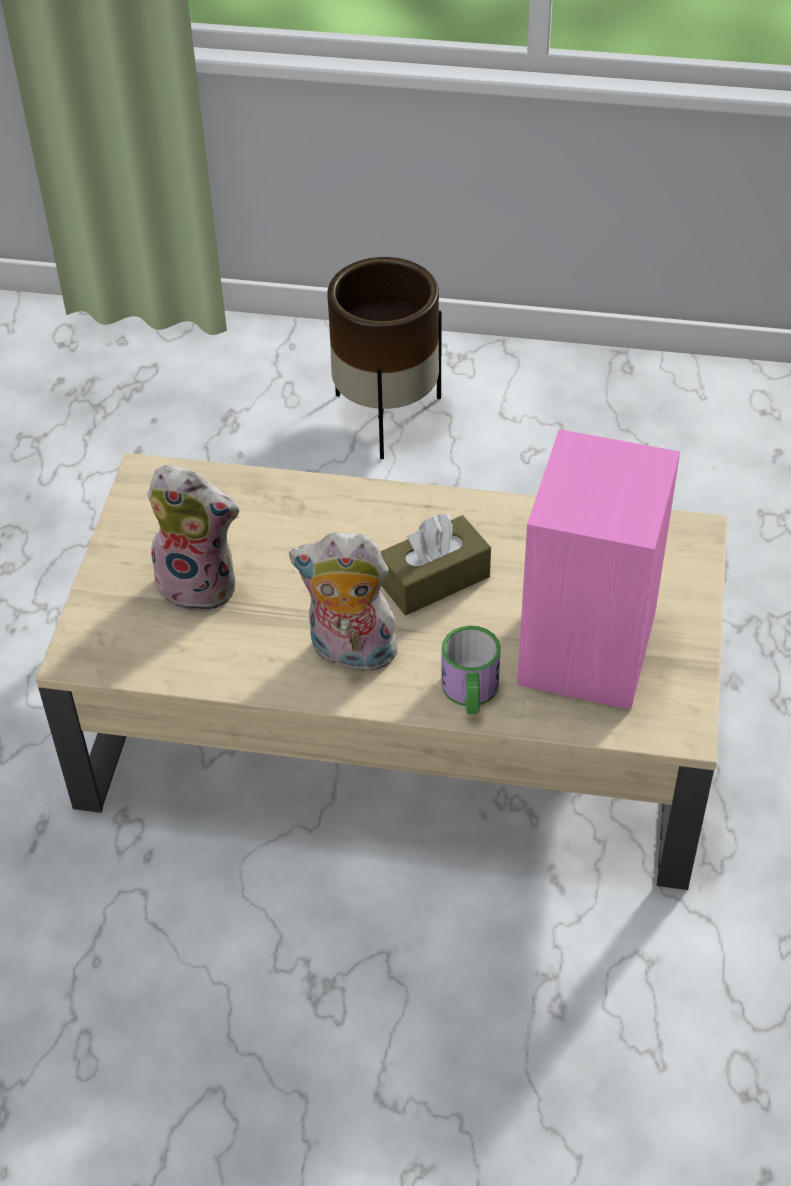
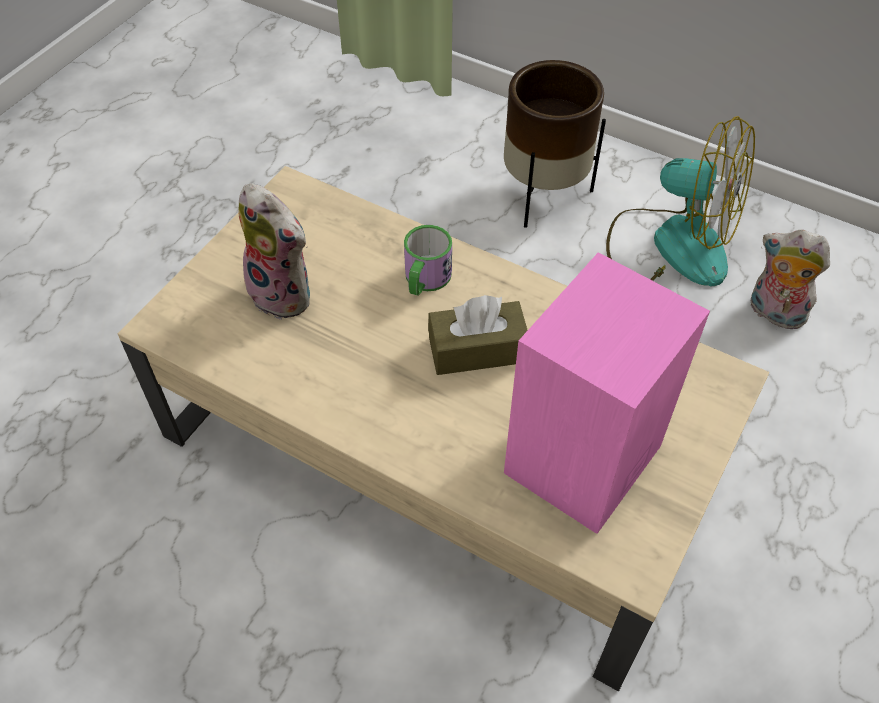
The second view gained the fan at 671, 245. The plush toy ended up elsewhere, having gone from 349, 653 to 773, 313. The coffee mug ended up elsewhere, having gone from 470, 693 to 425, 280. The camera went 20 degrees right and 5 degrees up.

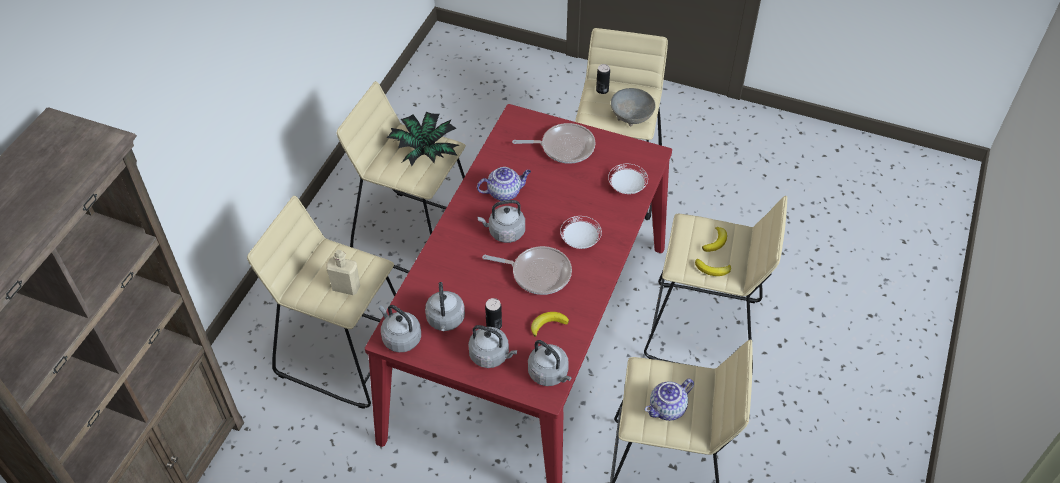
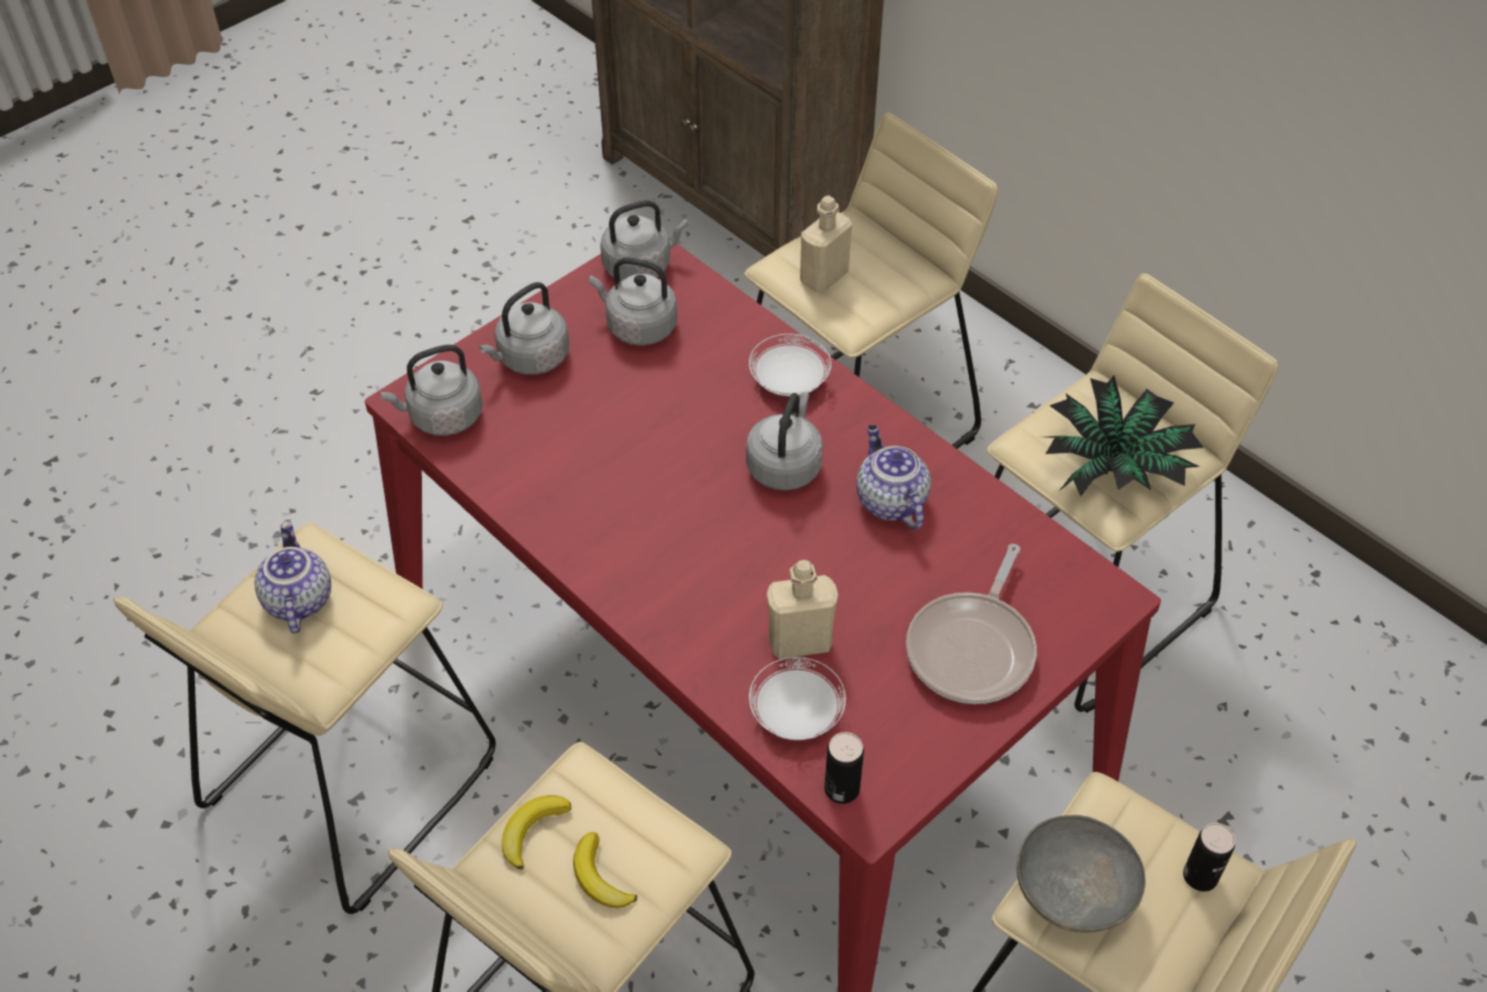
The second view lost the skillet at 537, 273. The second view lost the whole banana at 548, 324. The second view gained the sand-coloured drink bottle at 800, 642. The sealed can ended up elsewhere, having gone from 494, 325 to 842, 789. The whitish plate ended up elsewhere, having gone from 580, 240 to 788, 382. The pot for tea at 504, 192 ended up facing another way, 150 degrees clockwise from before. The camera went 115 degrees right and 0 degrees up.

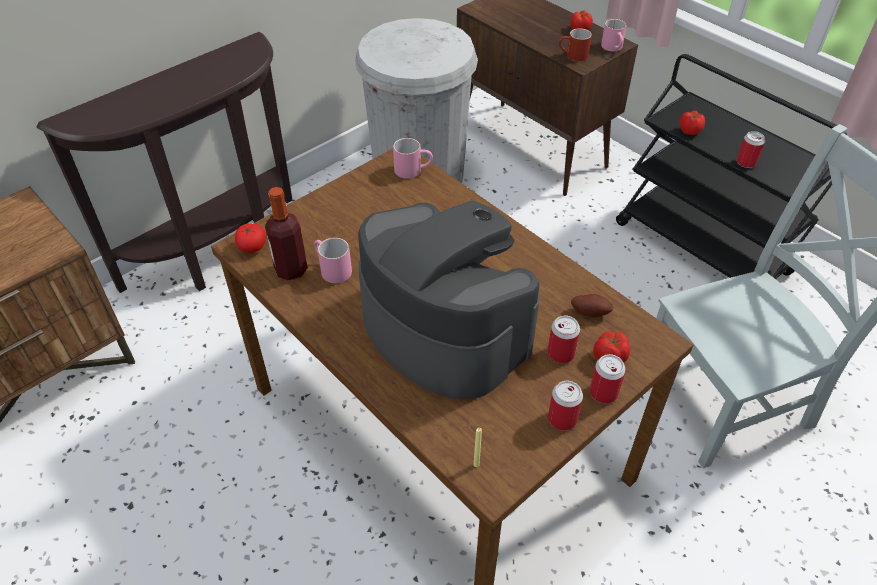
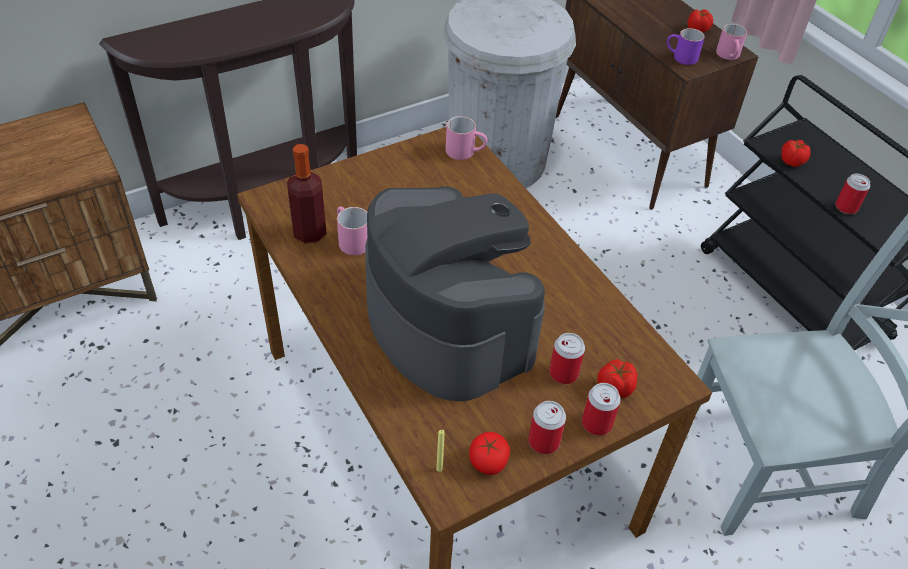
The second view lost the potato at 590, 312. The tomato ended up elsewhere, having gone from 252, 246 to 488, 461. What was the red-coloured coffee mug at 573, 56 turned into the purple coffee mug at 680, 58. The camera went 10 degrees right and 0 degrees up.

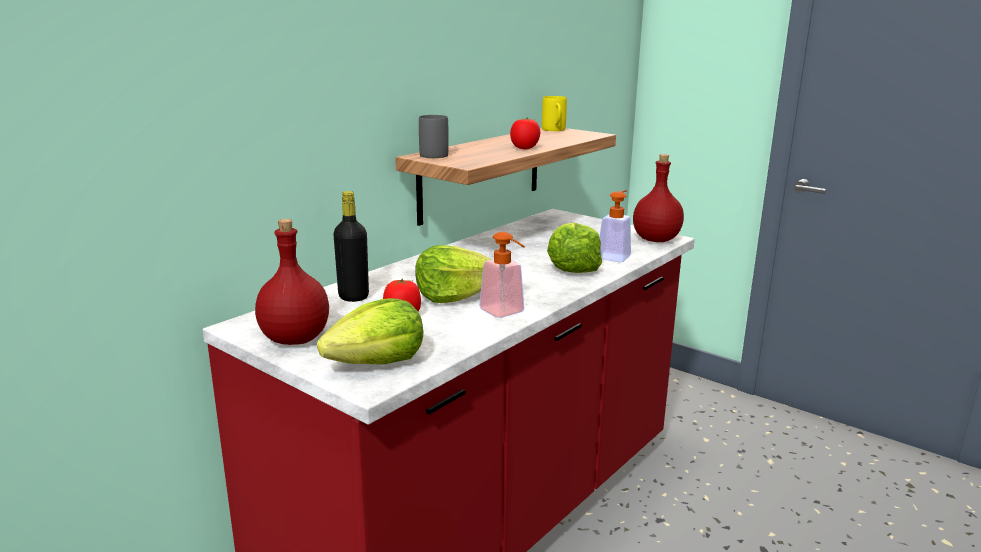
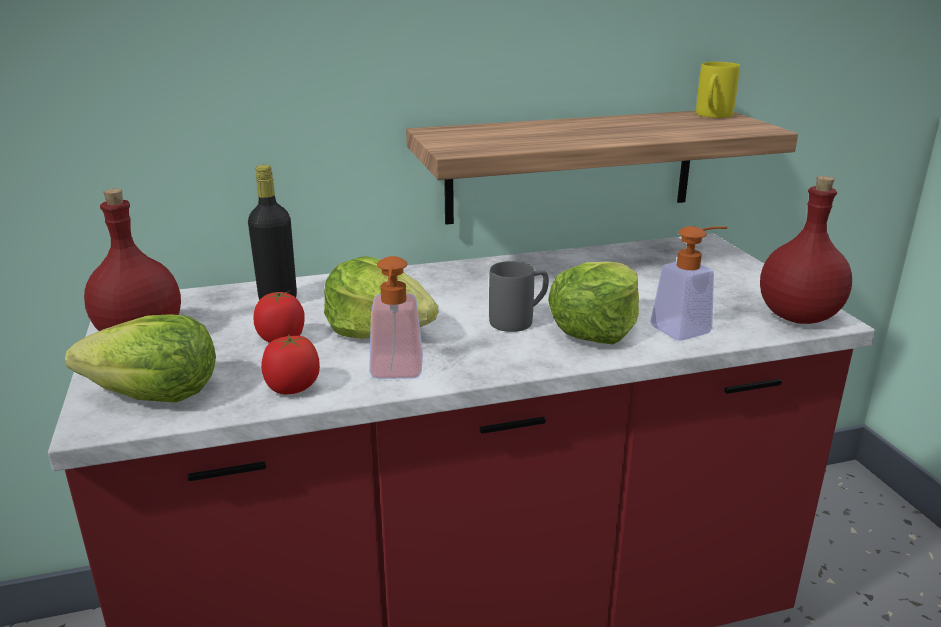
The grey coffee mug ended up elsewhere, having gone from 437, 154 to 519, 320. The tomato ended up elsewhere, having gone from 524, 148 to 292, 388. The camera went 35 degrees right and 5 degrees up.

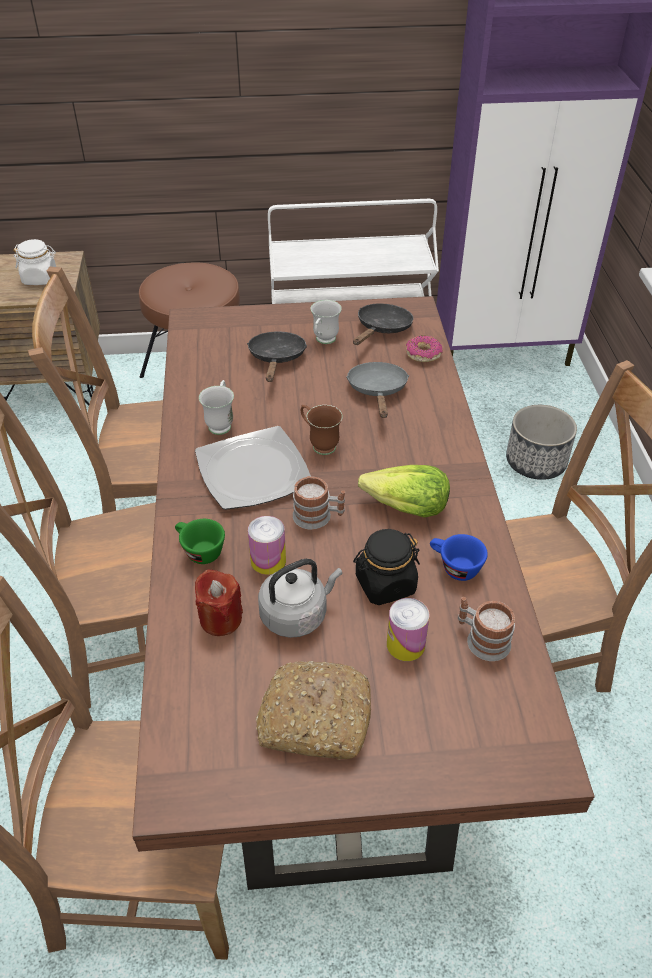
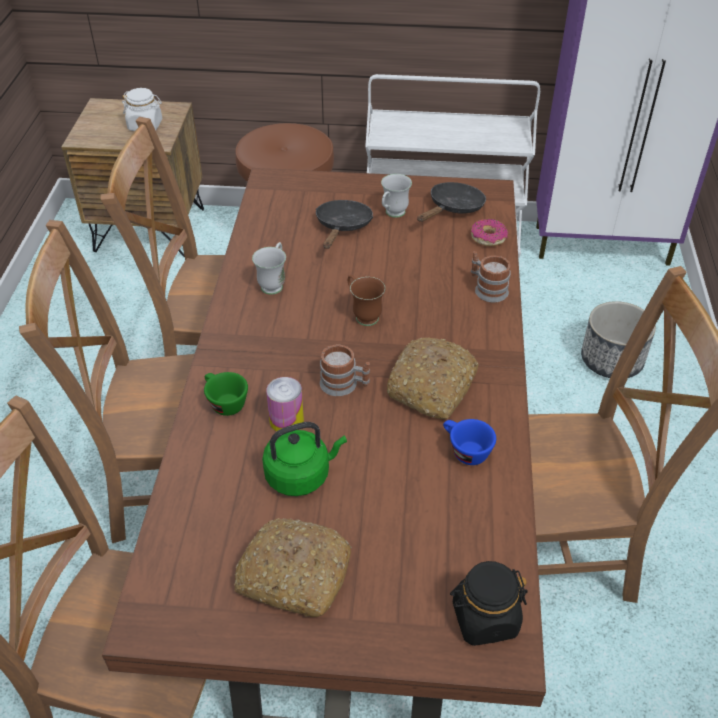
The second view lost the plate at 254, 471. The second view lost the red-coloured wax candle at 220, 619. The second view lost the grey skillet at 378, 391. The second view lost the sealed can at 405, 645. The blackish preserve jar ended up elsewhere, having gone from 385, 584 to 484, 619. The coffee mug ended up elsewhere, having gone from 482, 639 to 487, 289. Where the lettuce head stood at 406, 508, the bread came to stand at 432, 387. What was the grey tea kettle at 297, 614 turned into the greenish tea kettle at 301, 475. The camera went 10 degrees right and 0 degrees up.

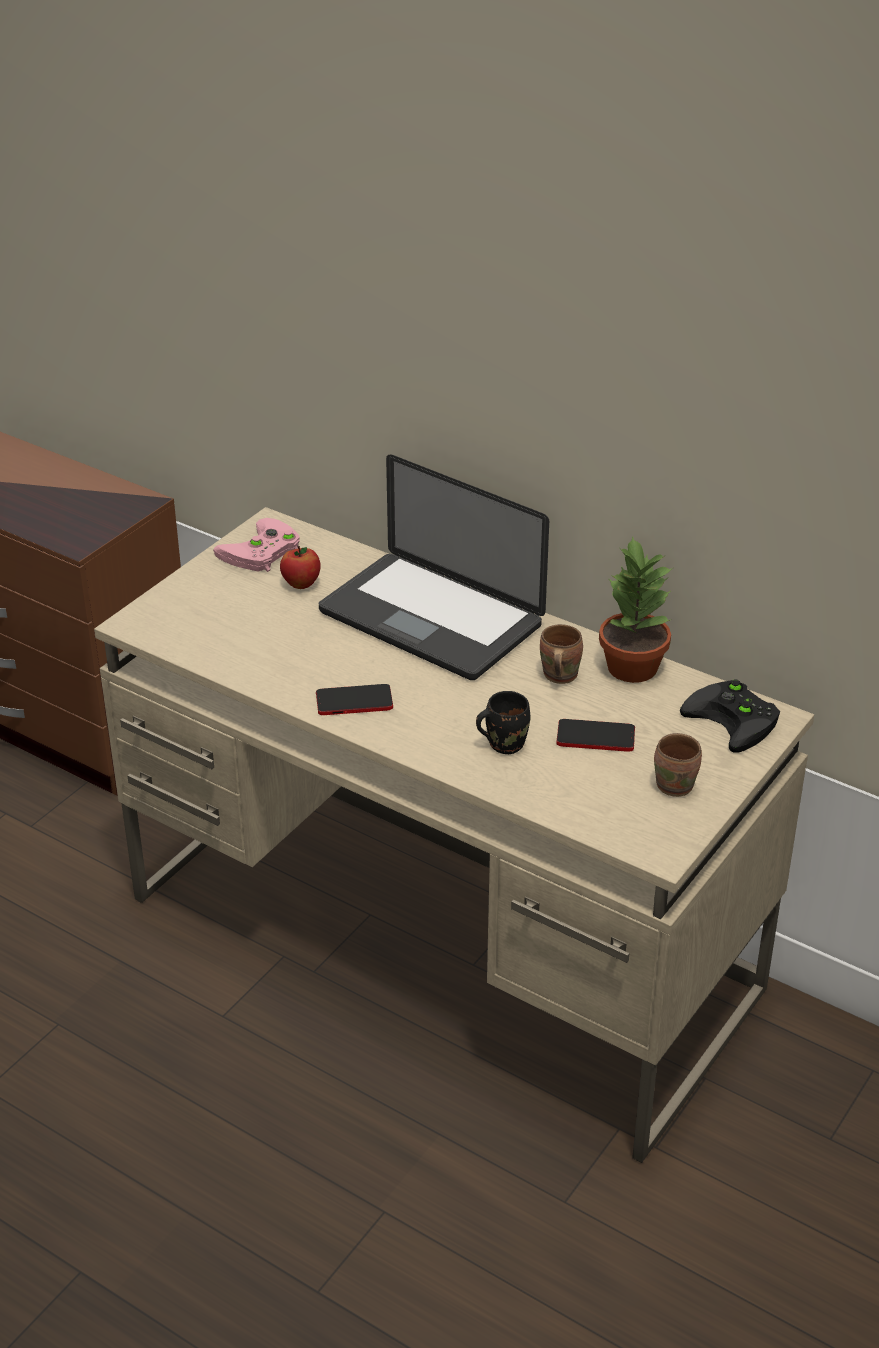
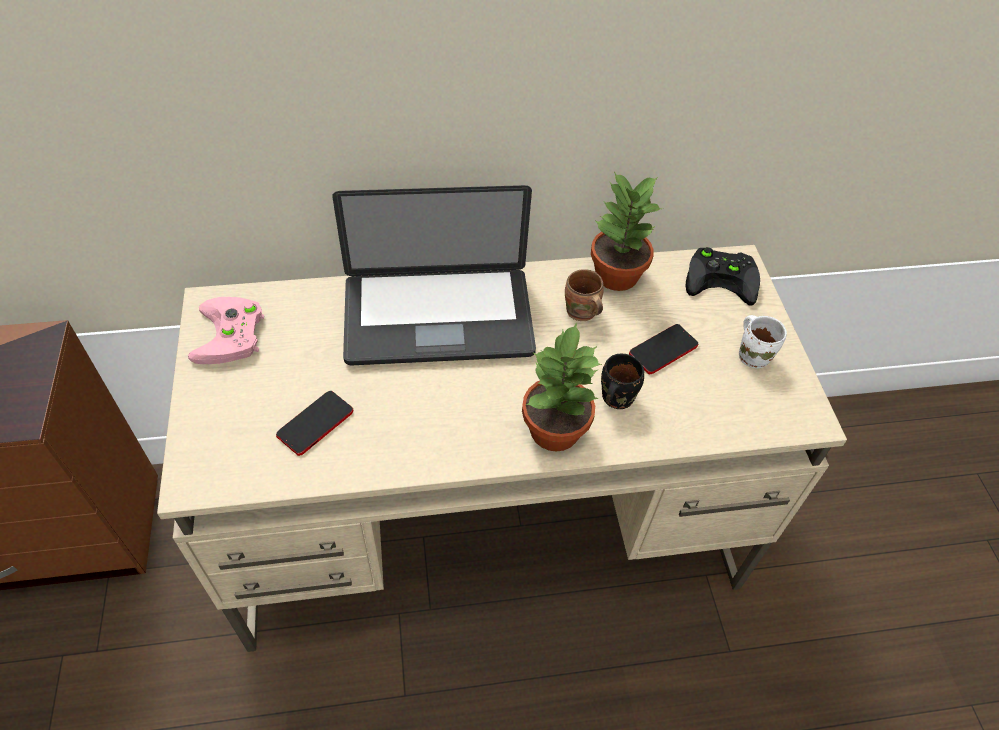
The second view lost the whole apple at 301, 584. The second view gained the houseplant at 553, 431. The telephone ended up elsewhere, having gone from 354, 701 to 315, 423. What was the brown-coloured coffee mug at 677, 785 turned into the whitish coffee mug at 754, 355. The camera went 45 degrees left and 15 degrees up.

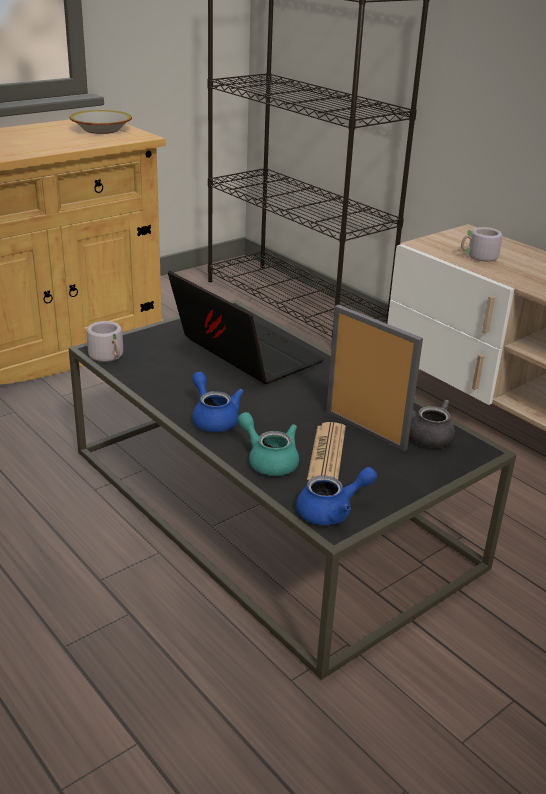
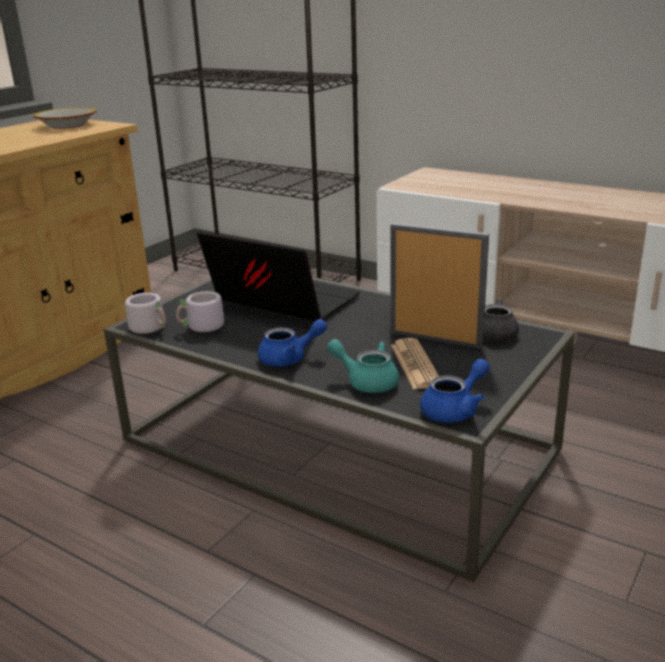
The grey coffee mug ended up elsewhere, having gone from 479, 258 to 202, 328. The bluish pot for tea at 213, 418 ended up facing another way, 120 degrees clockwise from before. The camera went 15 degrees left and 5 degrees down.

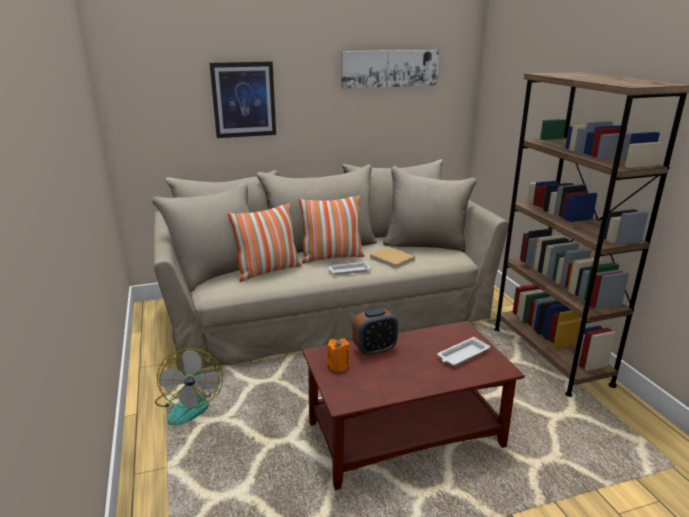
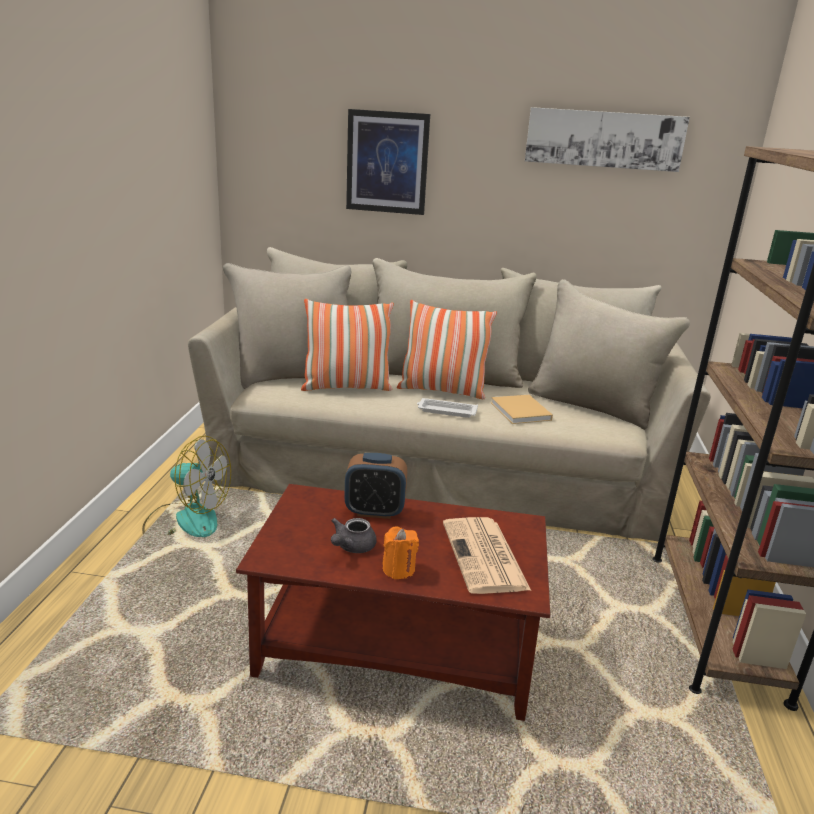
The second view gained the grey pot for tea at 351, 547. The orangey wax candle ended up elsewhere, having gone from 338, 365 to 398, 569. Where the whitish serving tray stood at 462, 355, the daily paper came to stand at 485, 556. The fan at 189, 404 ended up facing another way, 90 degrees counterclockwise from before. The camera went 25 degrees right and 0 degrees up.

